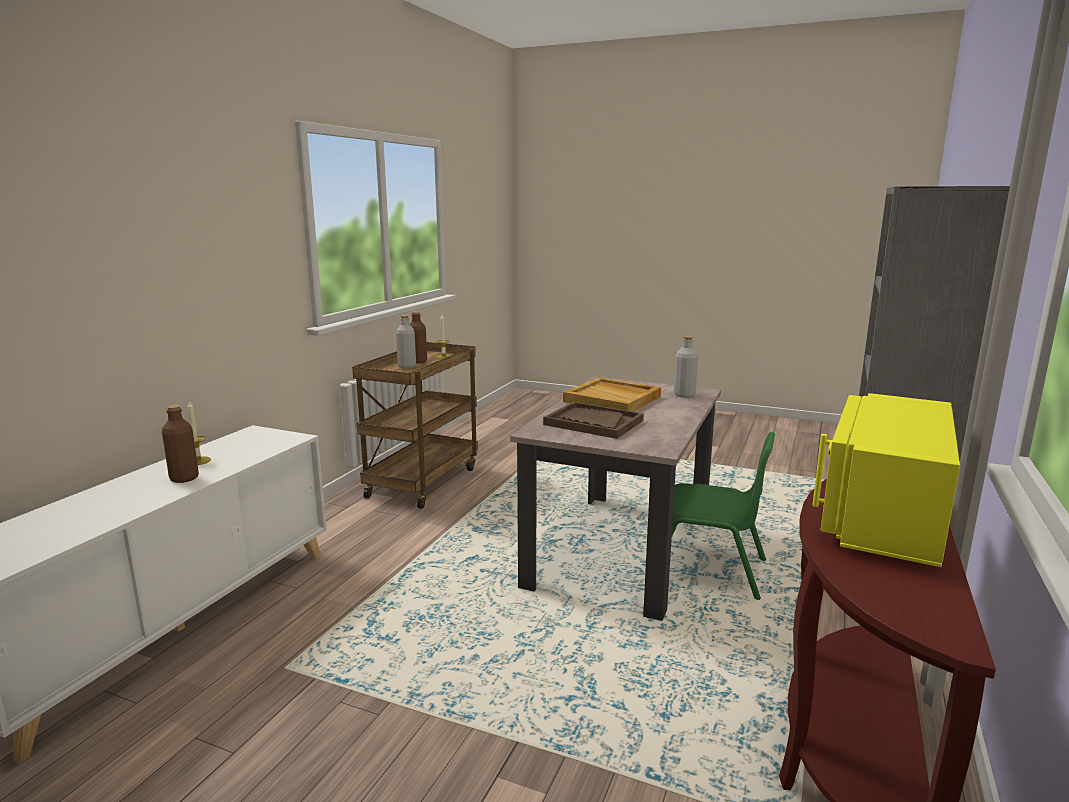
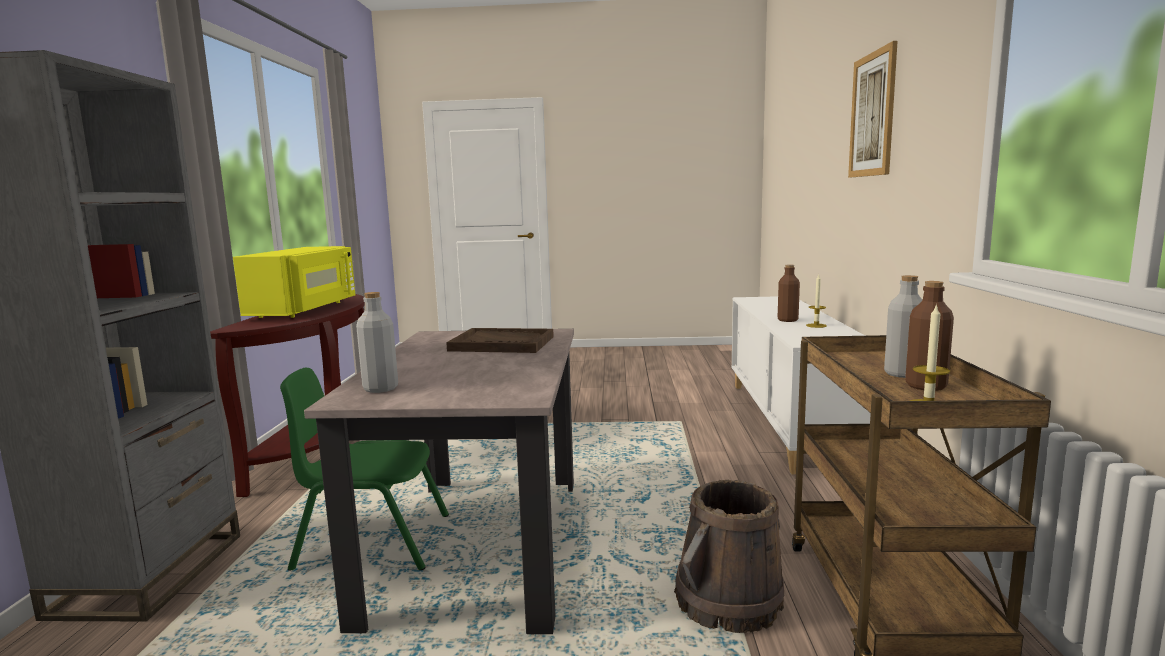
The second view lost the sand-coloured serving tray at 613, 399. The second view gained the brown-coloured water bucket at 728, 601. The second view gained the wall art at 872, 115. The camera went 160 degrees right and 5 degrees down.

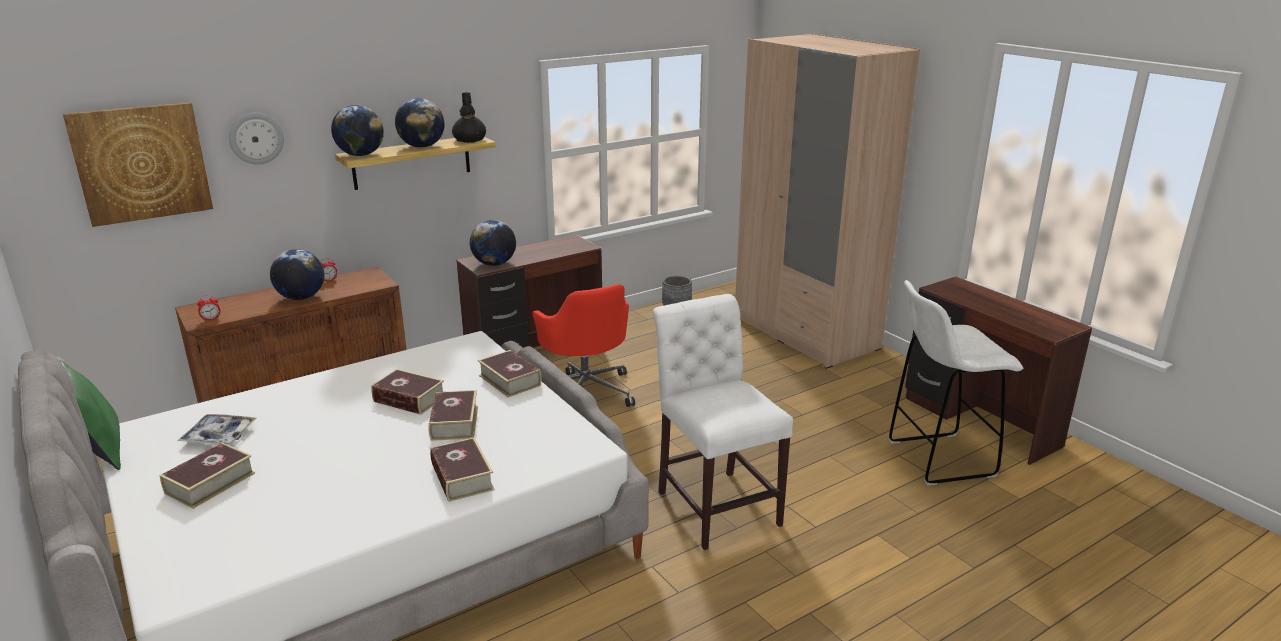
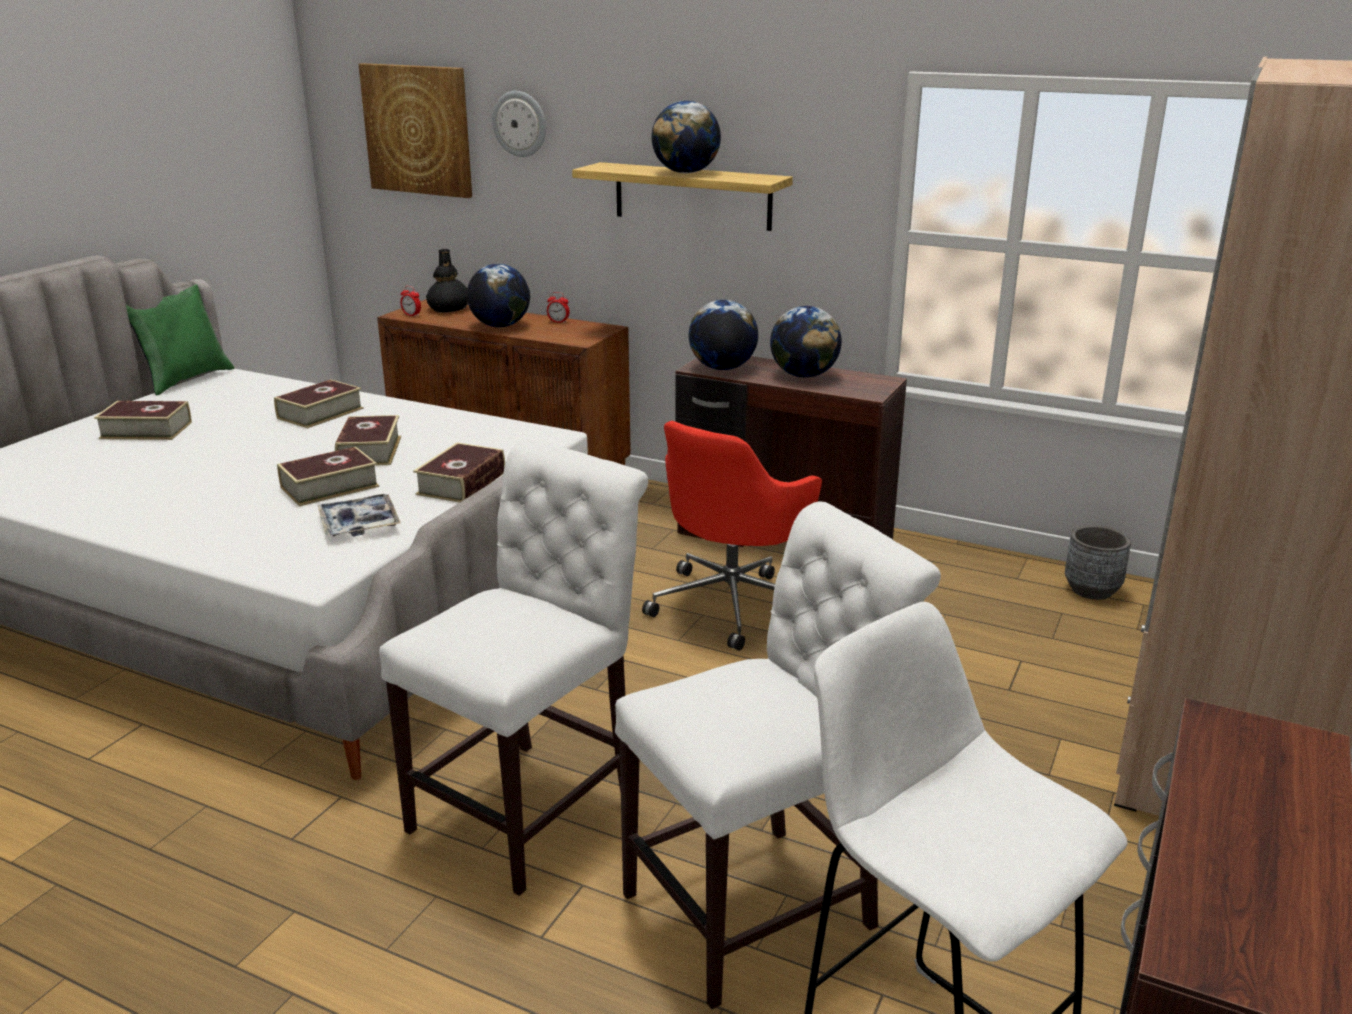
The second view gained the whitish plain chair at 762, 906. The serving tray ended up elsewhere, having gone from 219, 436 to 359, 524. The world globe ended up elsewhere, having gone from 361, 155 to 804, 375. The bound book ended up elsewhere, having gone from 462, 477 to 320, 413. The blackish flower vase ended up elsewhere, having gone from 470, 140 to 449, 309. The camera went 60 degrees right and 0 degrees up.

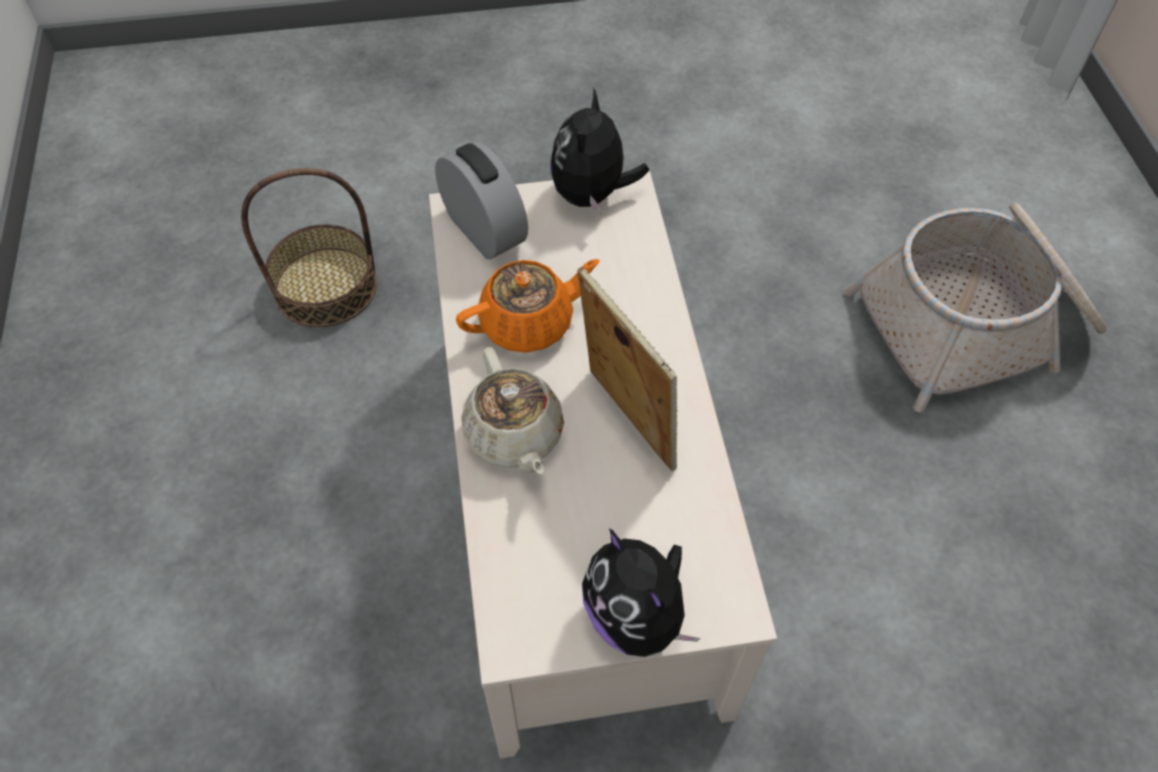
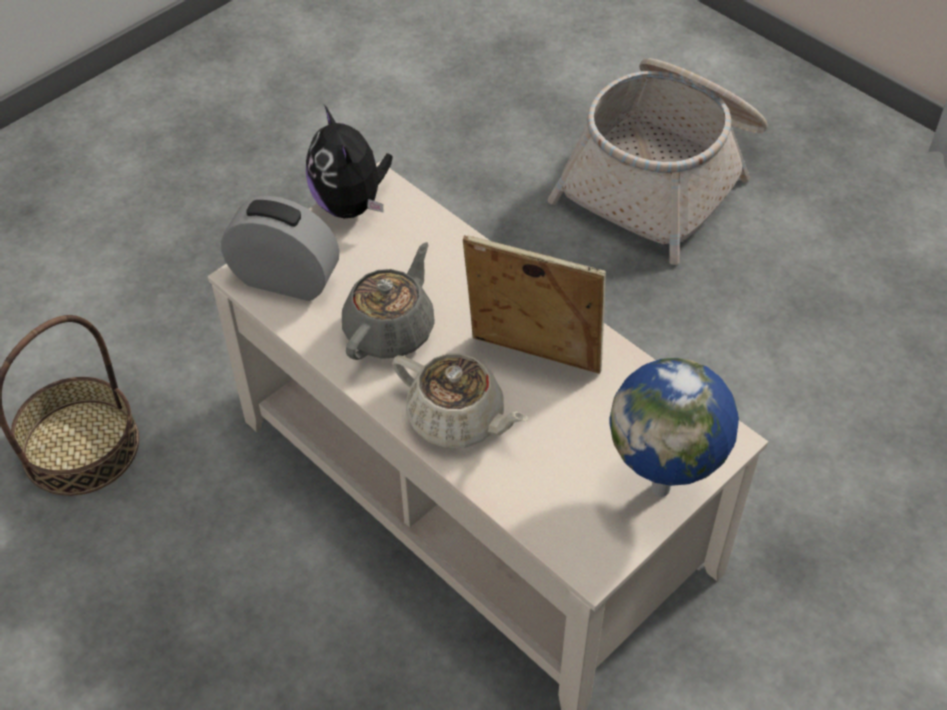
Where the plush toy stood at 637, 616, the world globe came to stand at 663, 488. What was the orangey pot for tea at 529, 323 turned into the grey pot for tea at 391, 330. The camera went 35 degrees left and 5 degrees down.

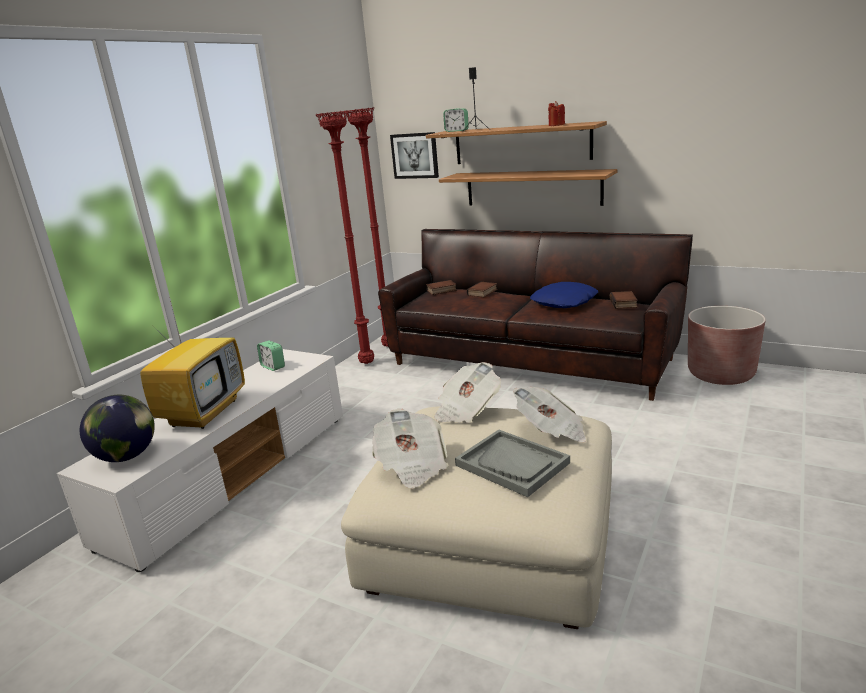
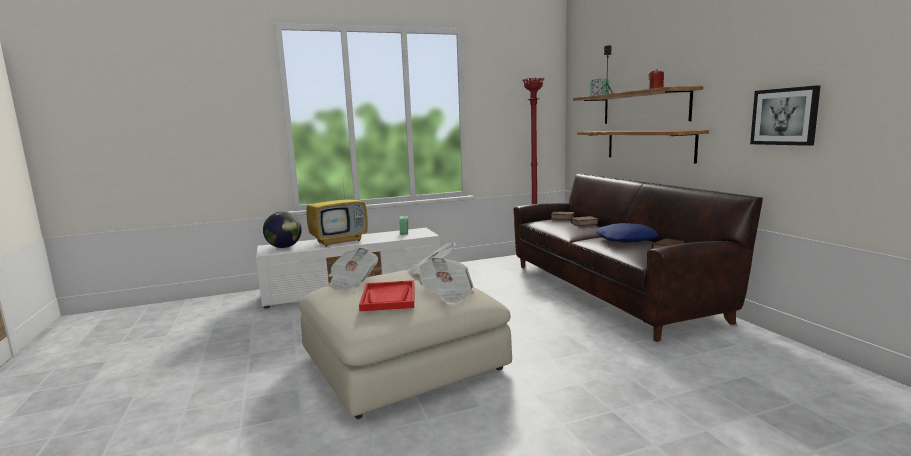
The second view lost the red-coloured standard lamp at 367, 363. The second view lost the brown-coloured planter at 720, 374. The wall art ended up elsewhere, having gone from 415, 155 to 784, 116. What was the grey serving tray at 512, 464 turned into the red-coloured serving tray at 389, 298. The camera went 40 degrees right and 10 degrees down.

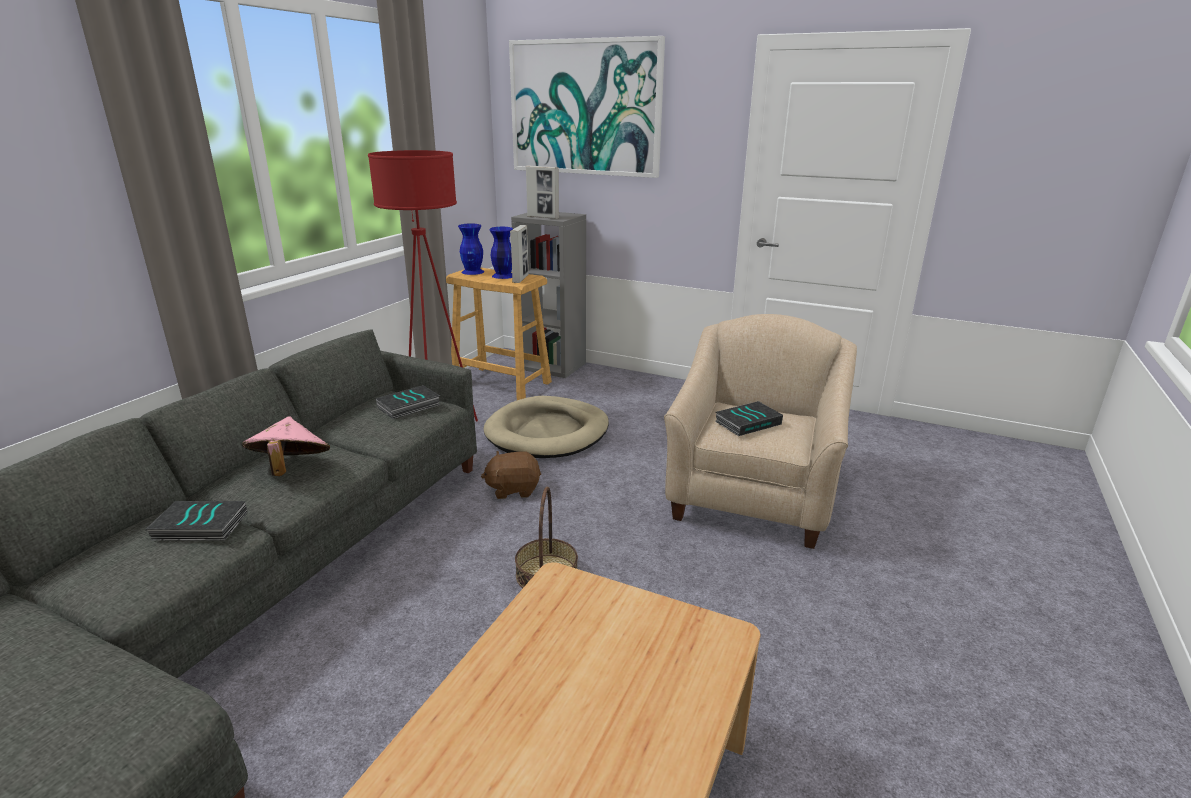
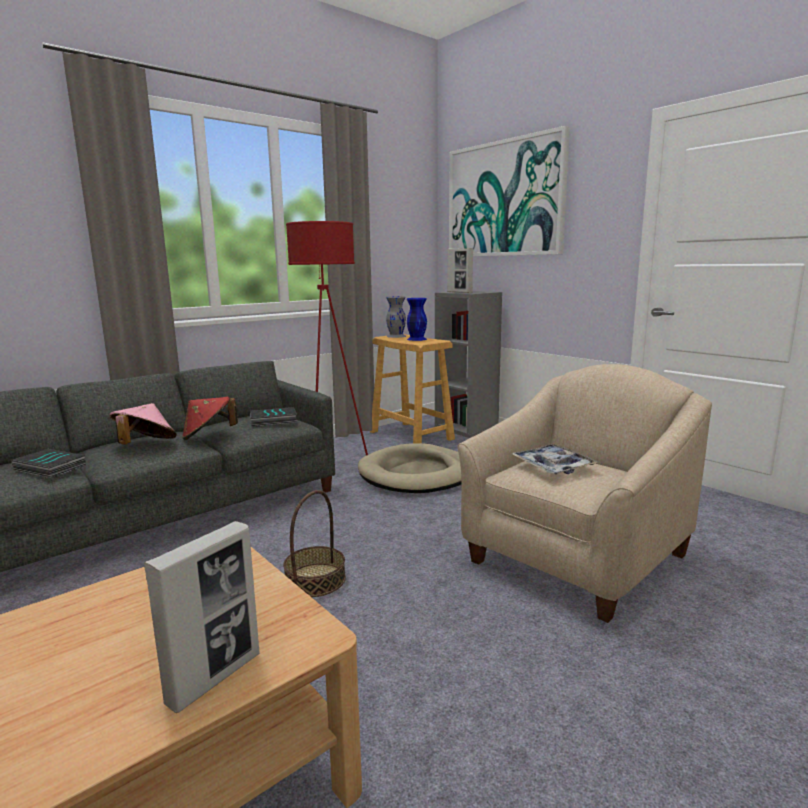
The second view lost the brown-coloured plush toy at 513, 489. The second view gained the red-coloured wearable hat at 208, 436. The photo frame ended up elsewhere, having gone from 520, 279 to 215, 678. Where the bound book stood at 747, 422, the serving tray came to stand at 553, 466. What was the bluish flower vase at 473, 272 turned into the grey flower vase at 396, 336. The camera went 25 degrees right and 10 degrees down.

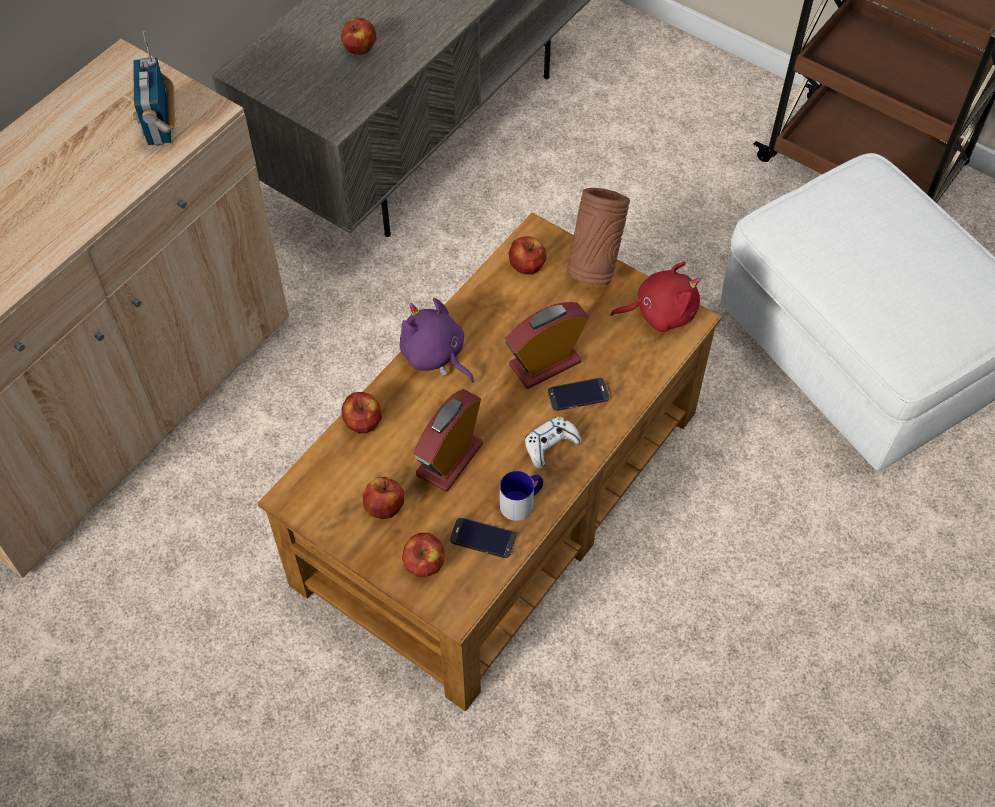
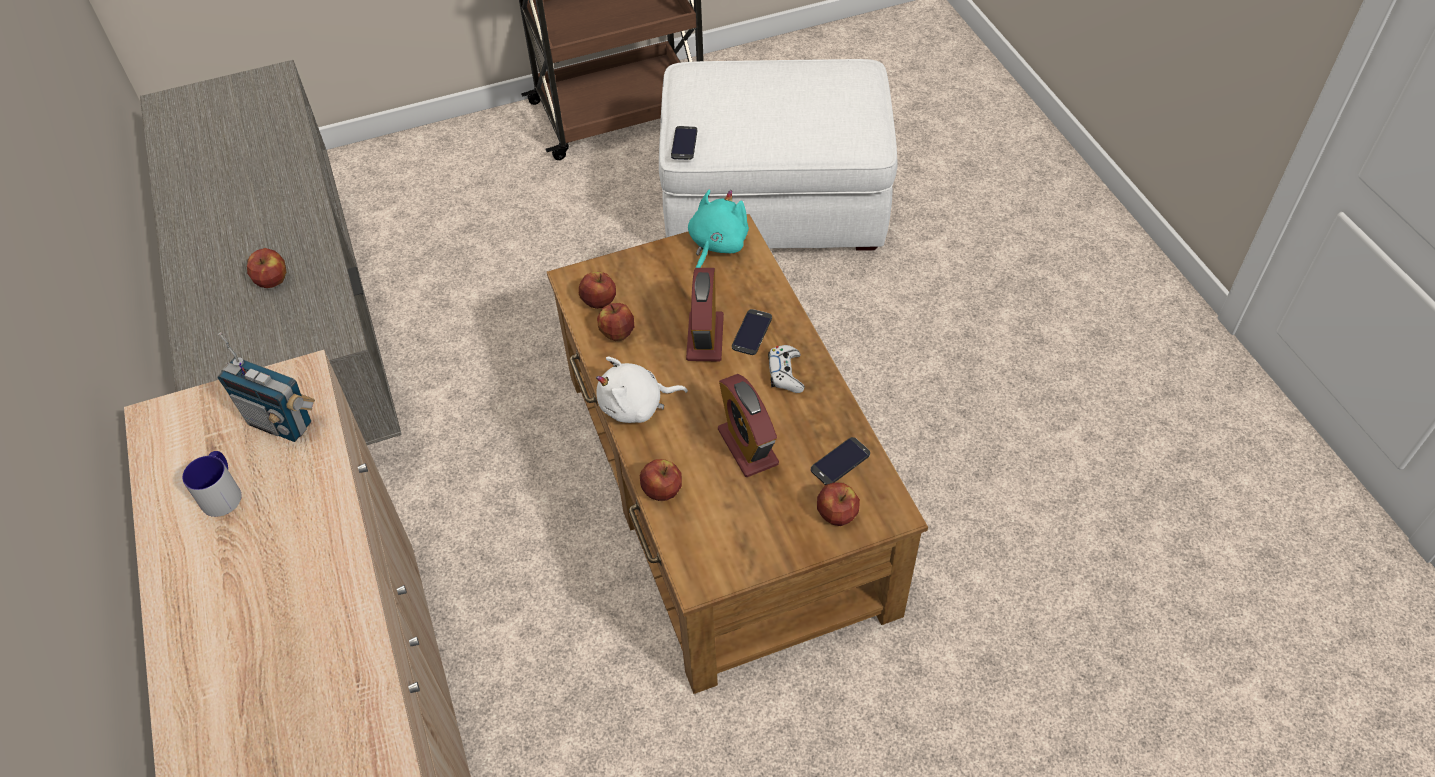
The second view lost the brown-coloured flower vase at 594, 266. The second view gained the telephone at 684, 143. The whole apple ended up elsewhere, having gone from 384, 507 to 617, 333. The coffee mug ended up elsewhere, having gone from 522, 502 to 223, 492. What was the purple plush toy at 435, 356 turned into the whitish plush toy at 636, 406. What was the red-coloured plush toy at 660, 312 turned into the blue-green plush toy at 716, 245. The camera went 55 degrees left and 5 degrees down.

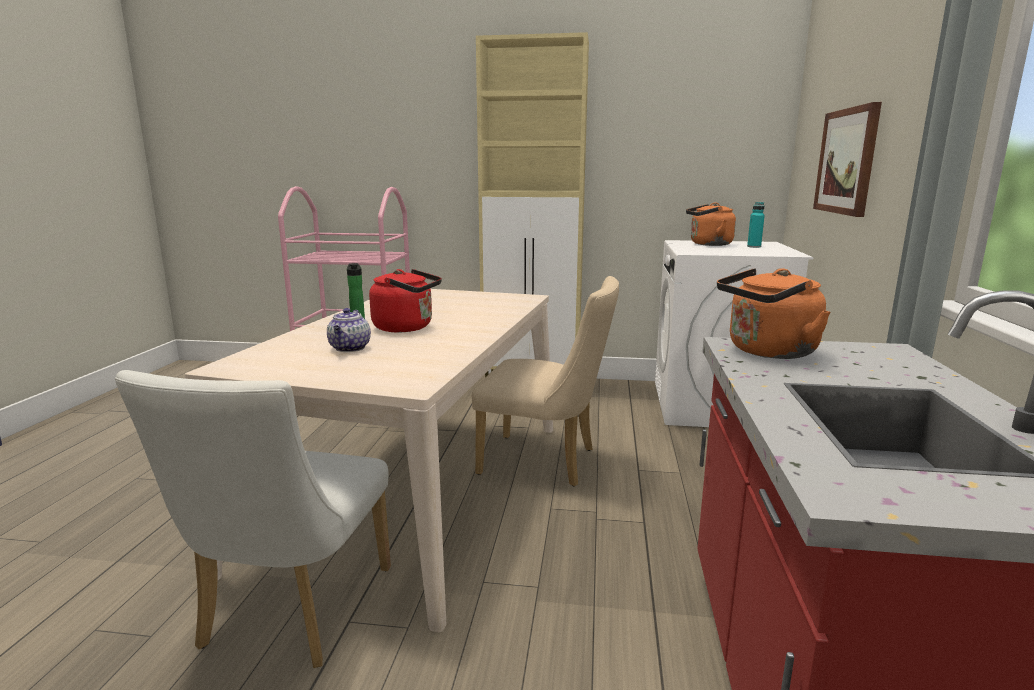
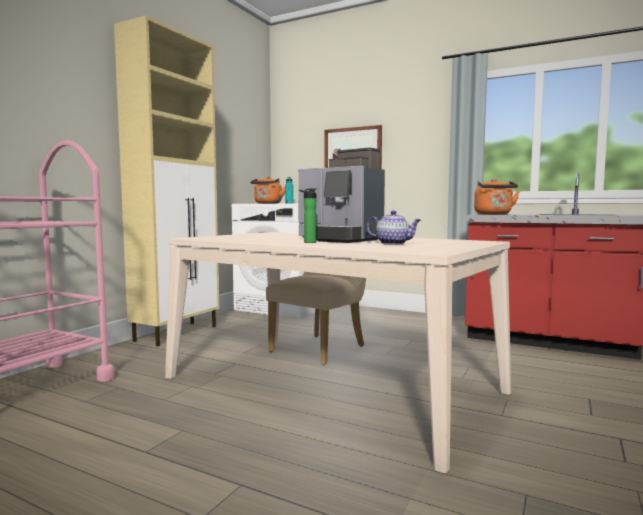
The second view lost the whitish plain chair at 290, 615. Where the red-coloured tea kettle stood at 407, 328, the coffee brewer came to stand at 340, 239. The camera went 70 degrees left and 10 degrees down.

